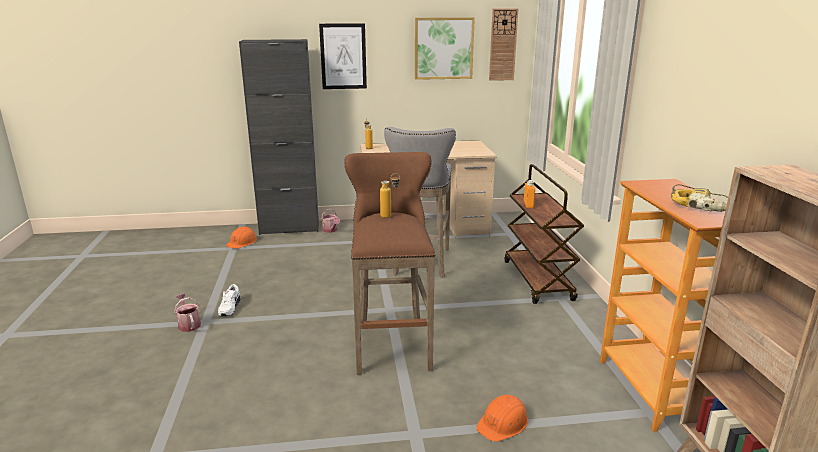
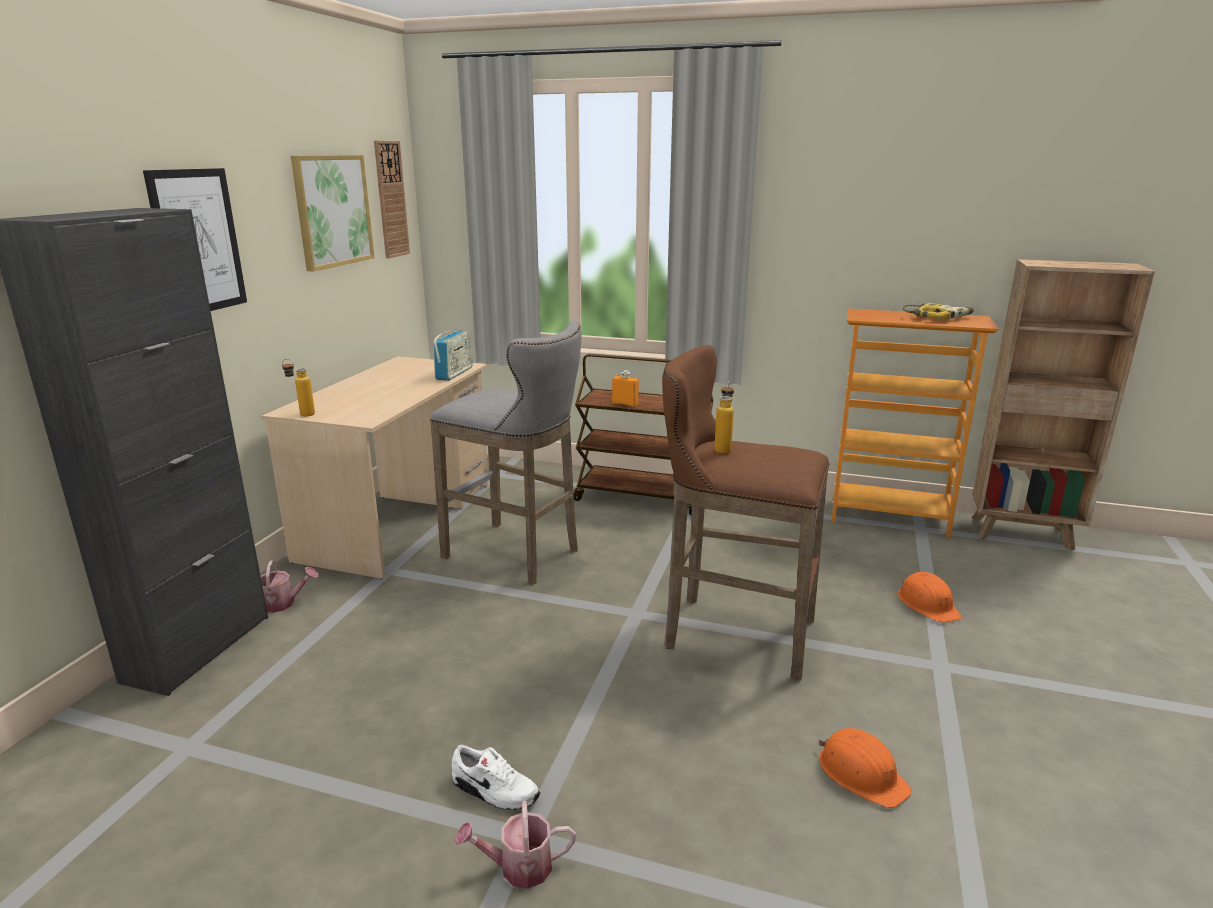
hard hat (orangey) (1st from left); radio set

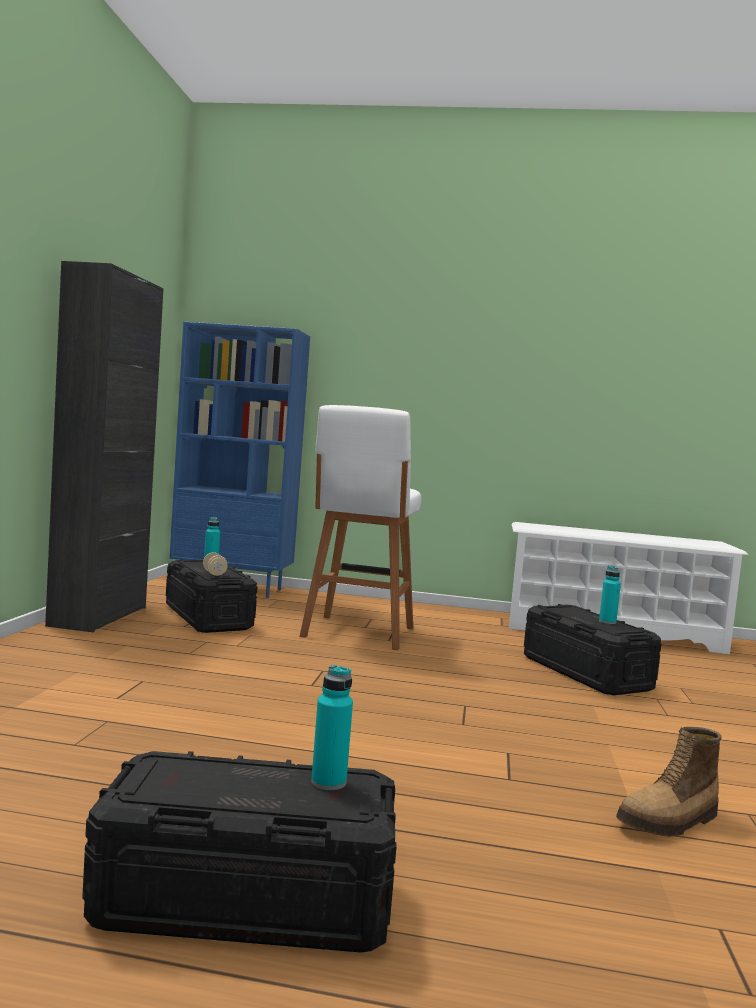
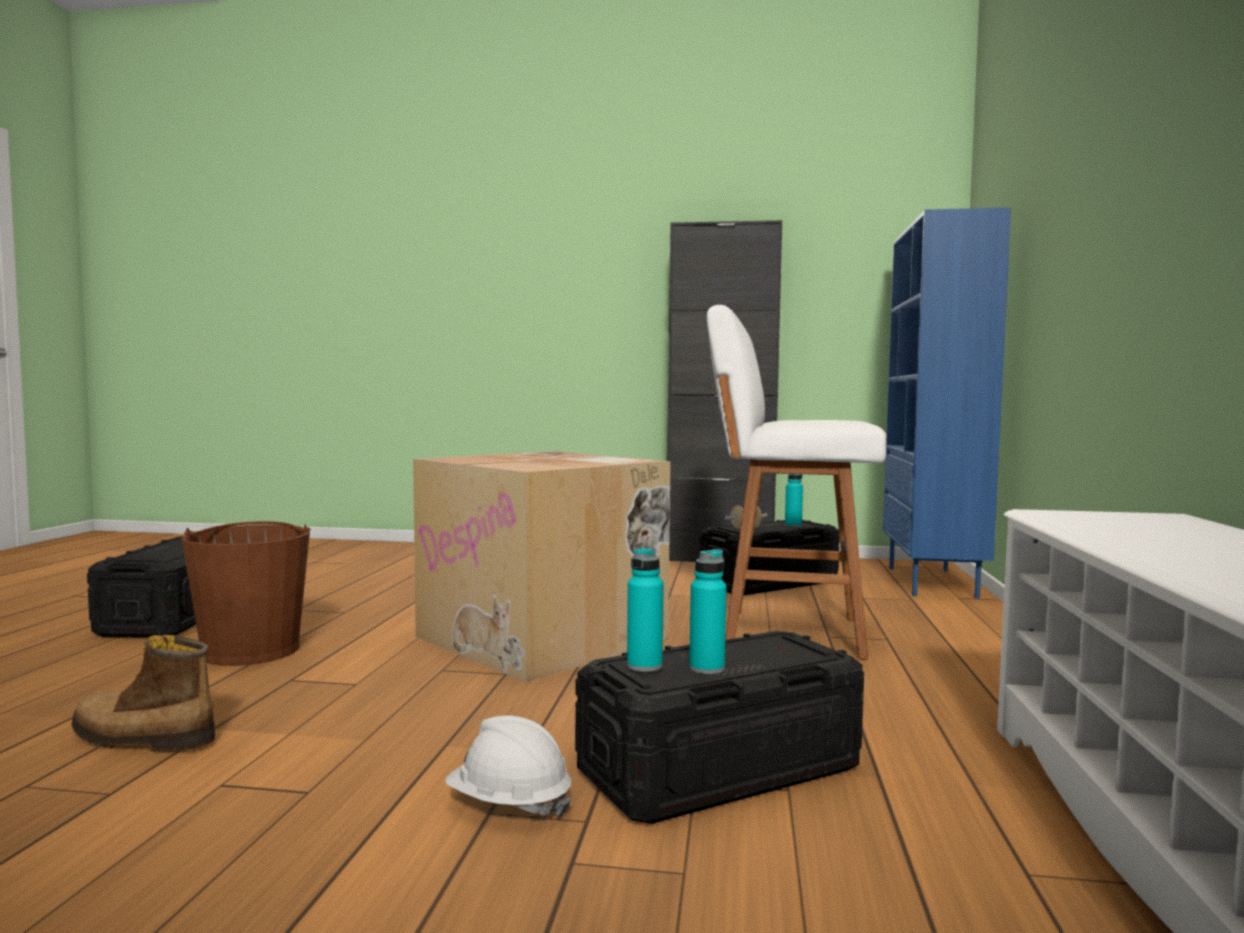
beverage bottle (blue-green) (1st from left); tall boot; pail (brownish); carton; hard hat (white-coloured)

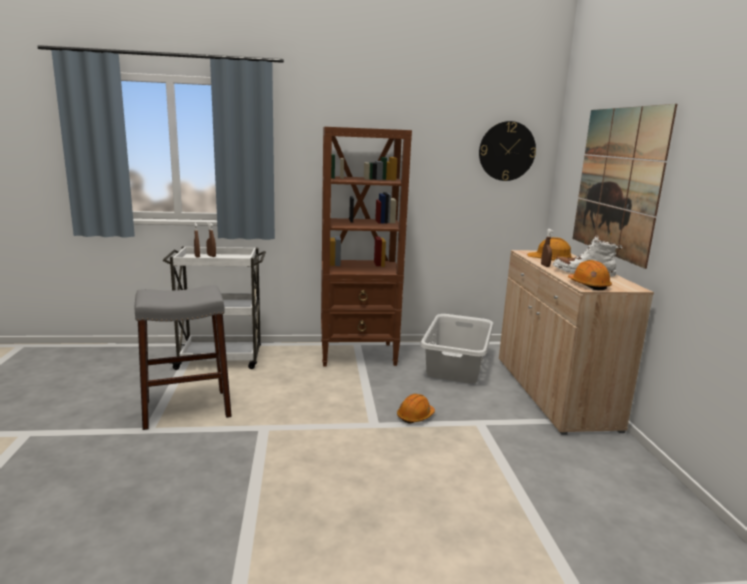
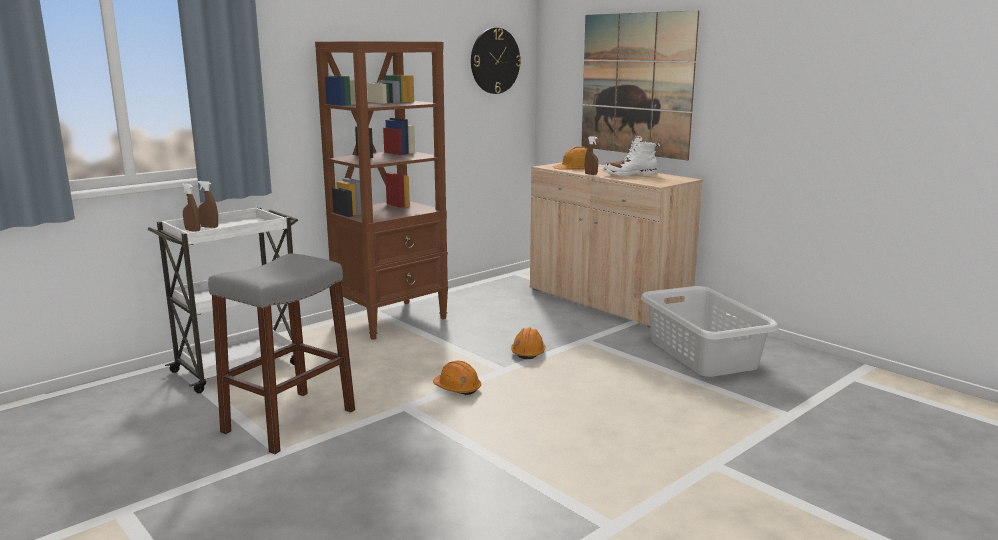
laundry basket (greyish); hard hat (orangey) (1st from left)

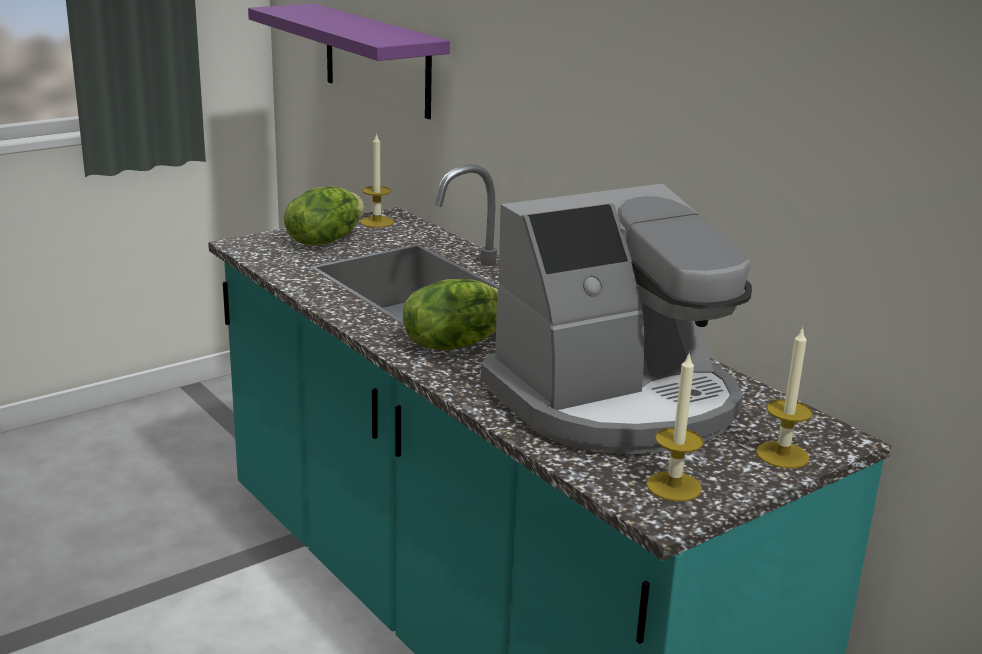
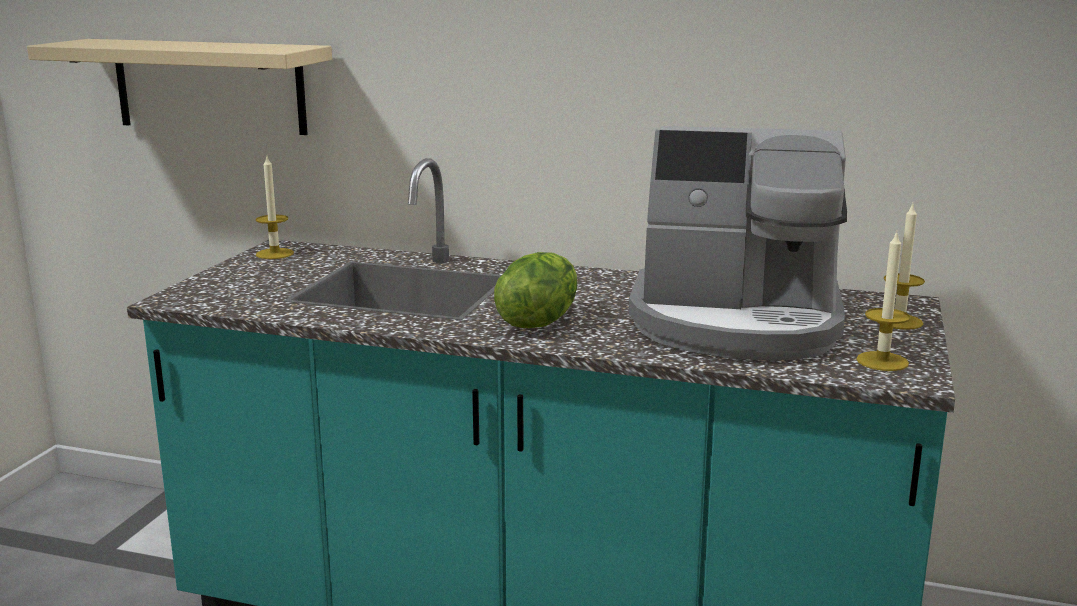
shelf (beige); lettuce (1st from left in the first image); coffee machine

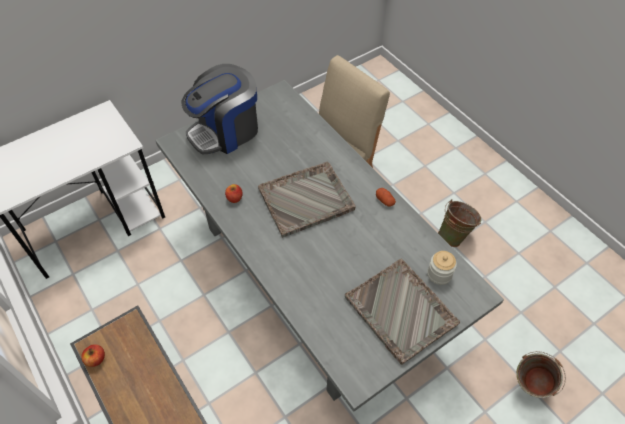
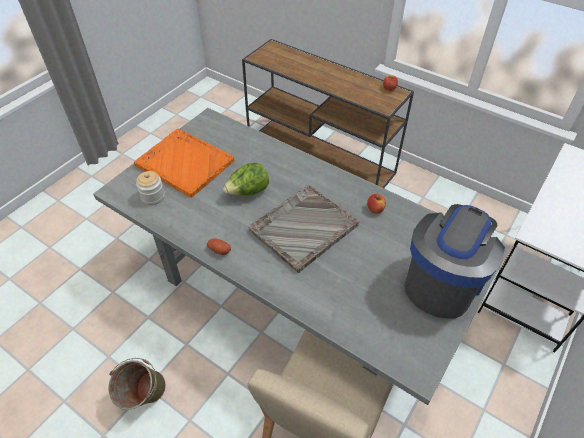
serving tray (orangey); pail (green) (2nd from left in the first image); lettuce

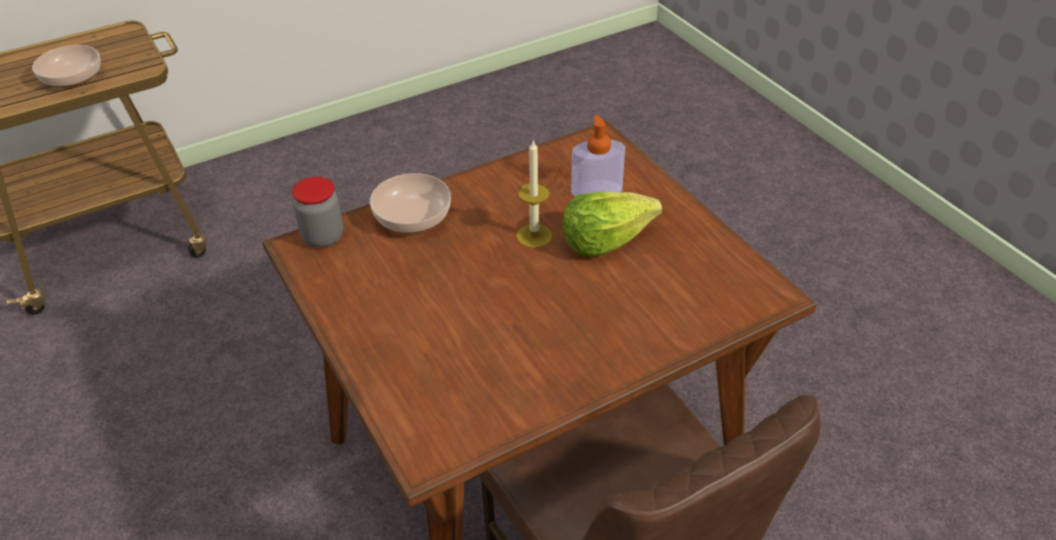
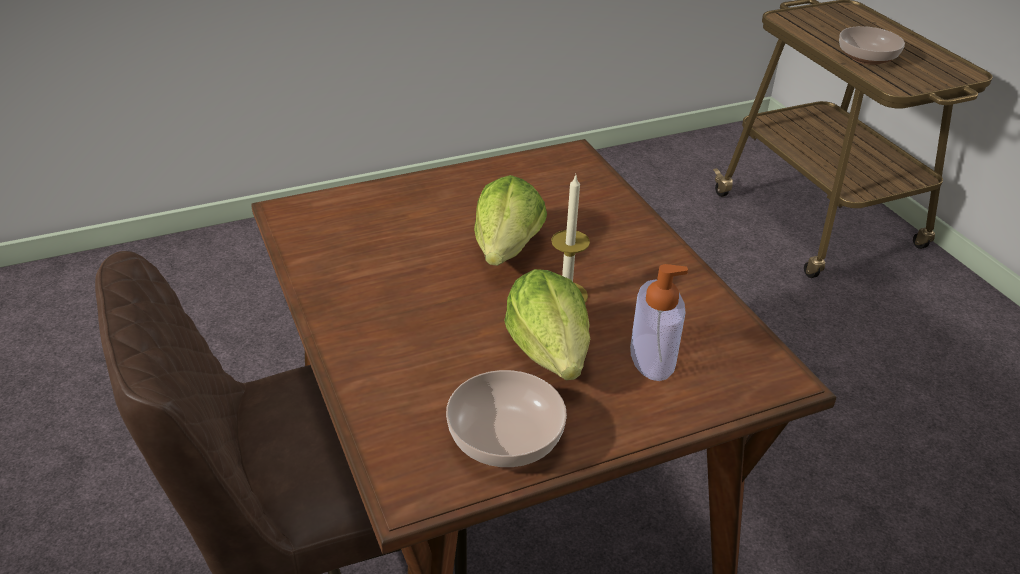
jar; deep dish (1st from left); lettuce (1st from left)

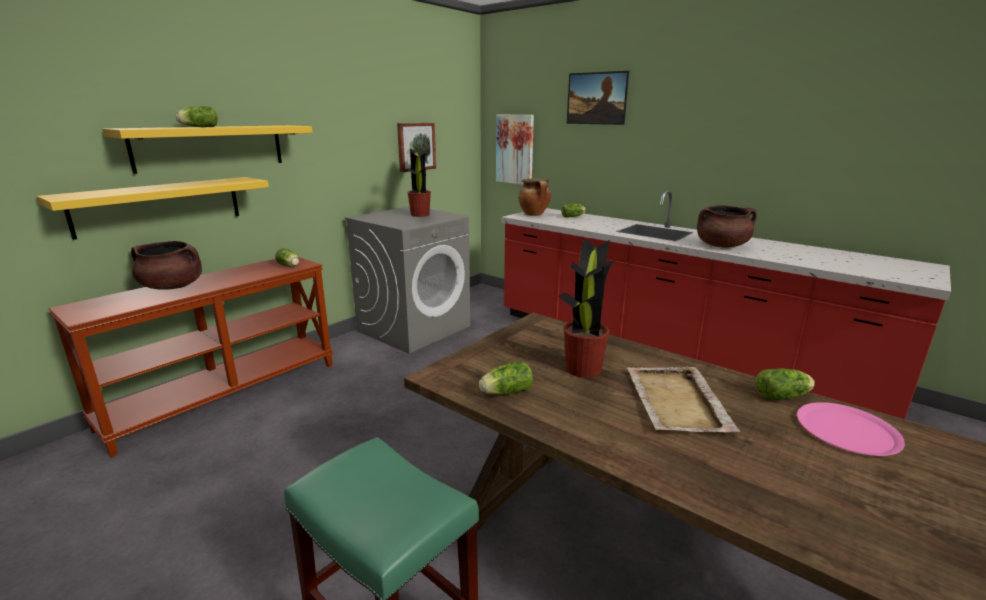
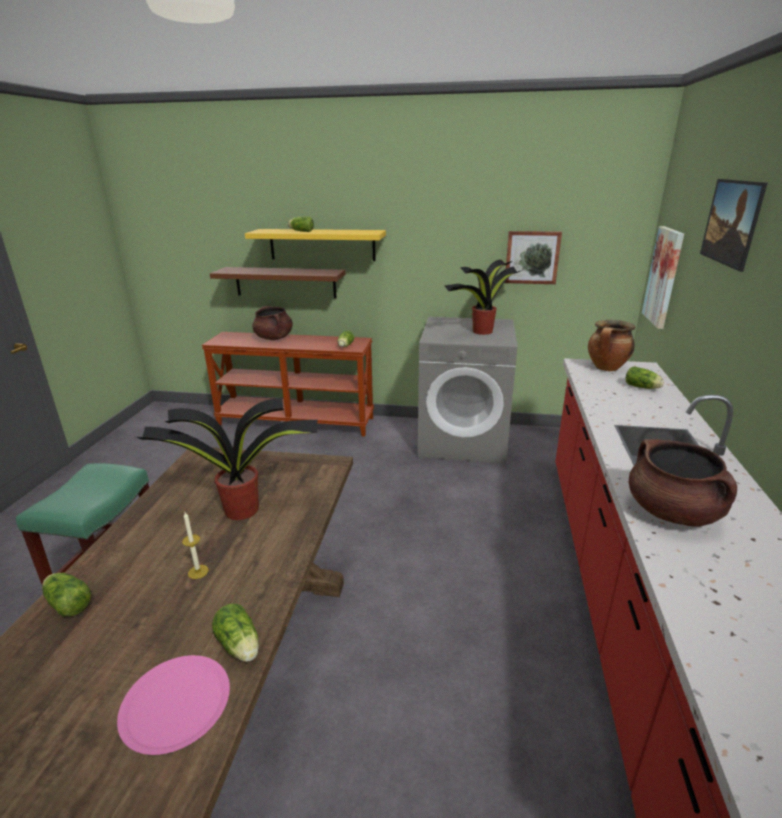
shelf (brownish); lettuce (1st from left); wax light

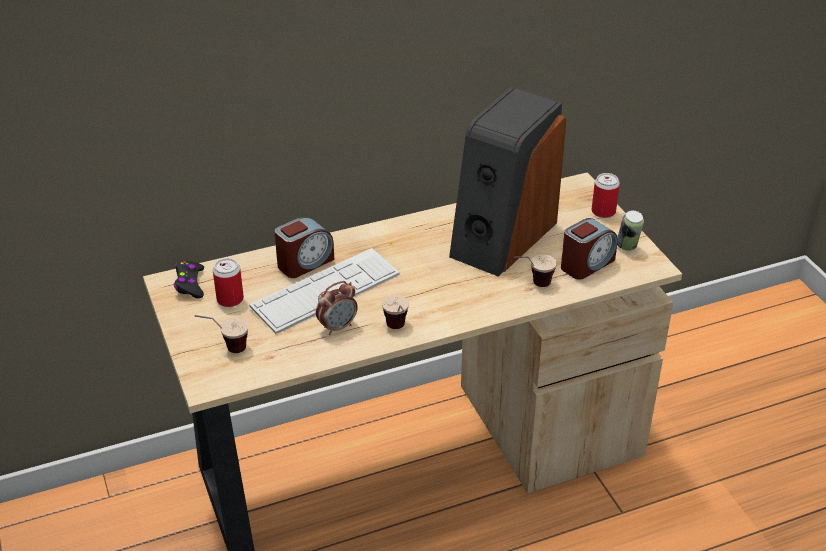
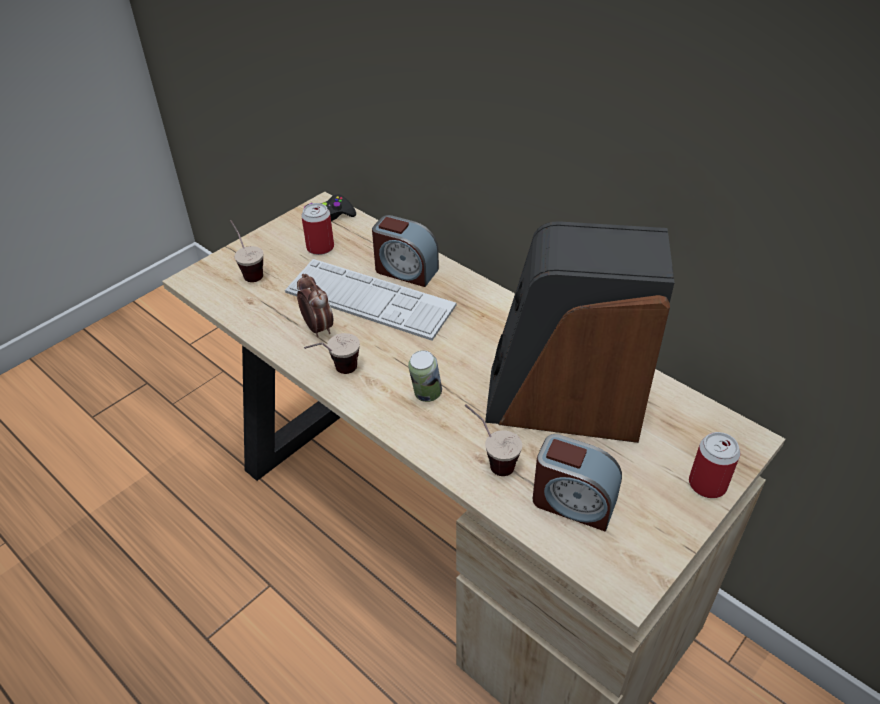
alarm clock (1st from left); metal can (2nd from left)

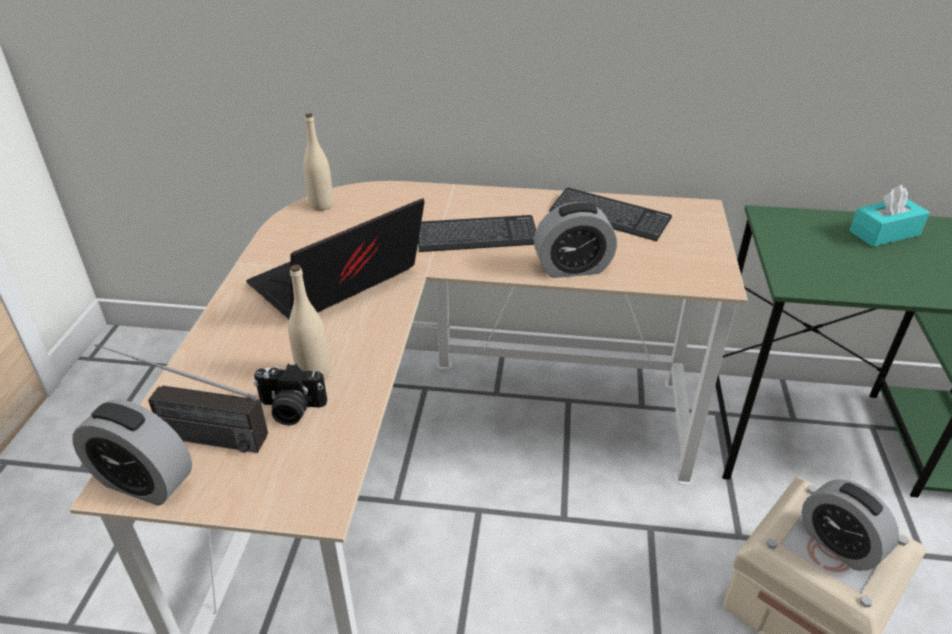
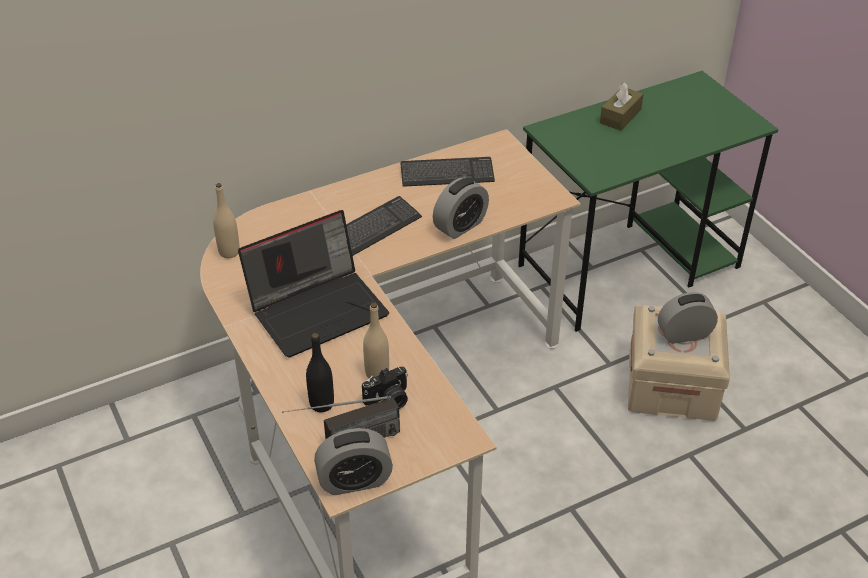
laptop; alarm clock (3rd from left); tissue holder (brownish); beverage bottle (black-coloured)

